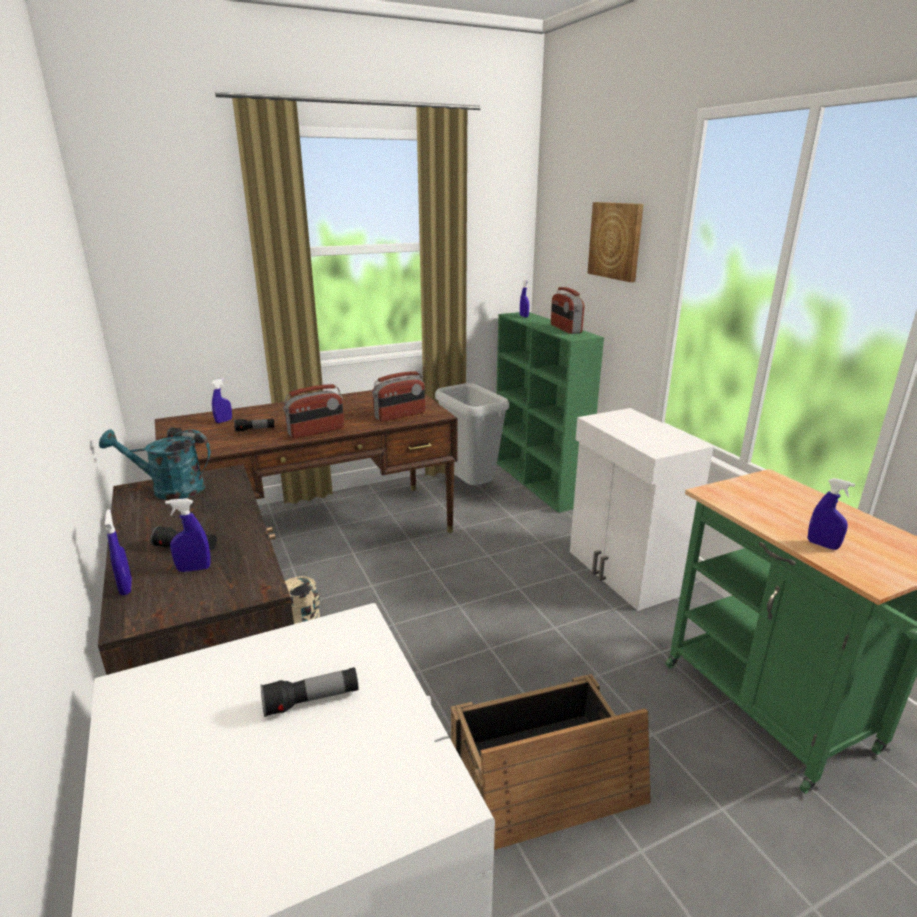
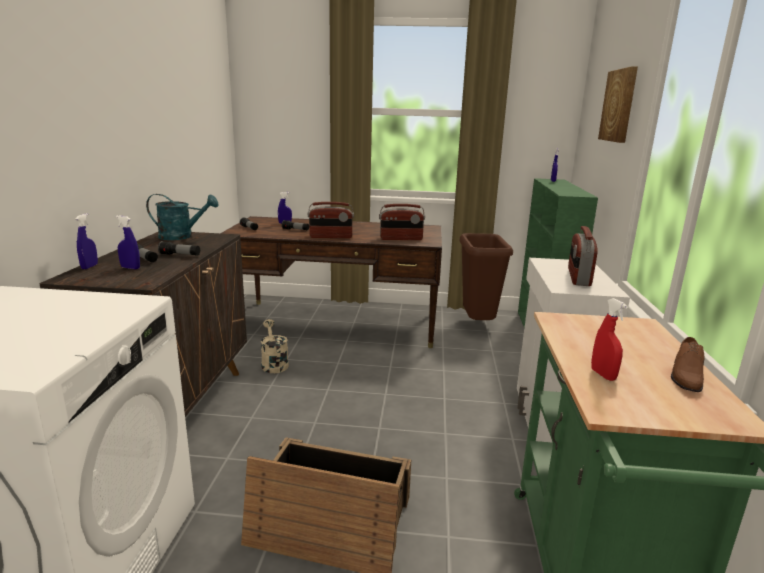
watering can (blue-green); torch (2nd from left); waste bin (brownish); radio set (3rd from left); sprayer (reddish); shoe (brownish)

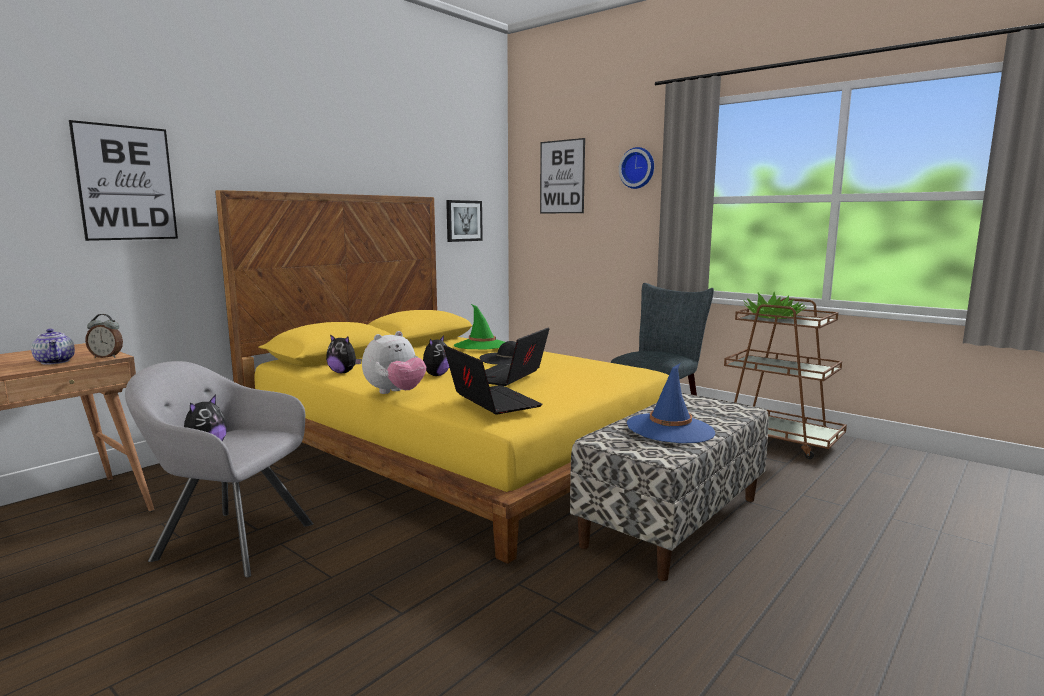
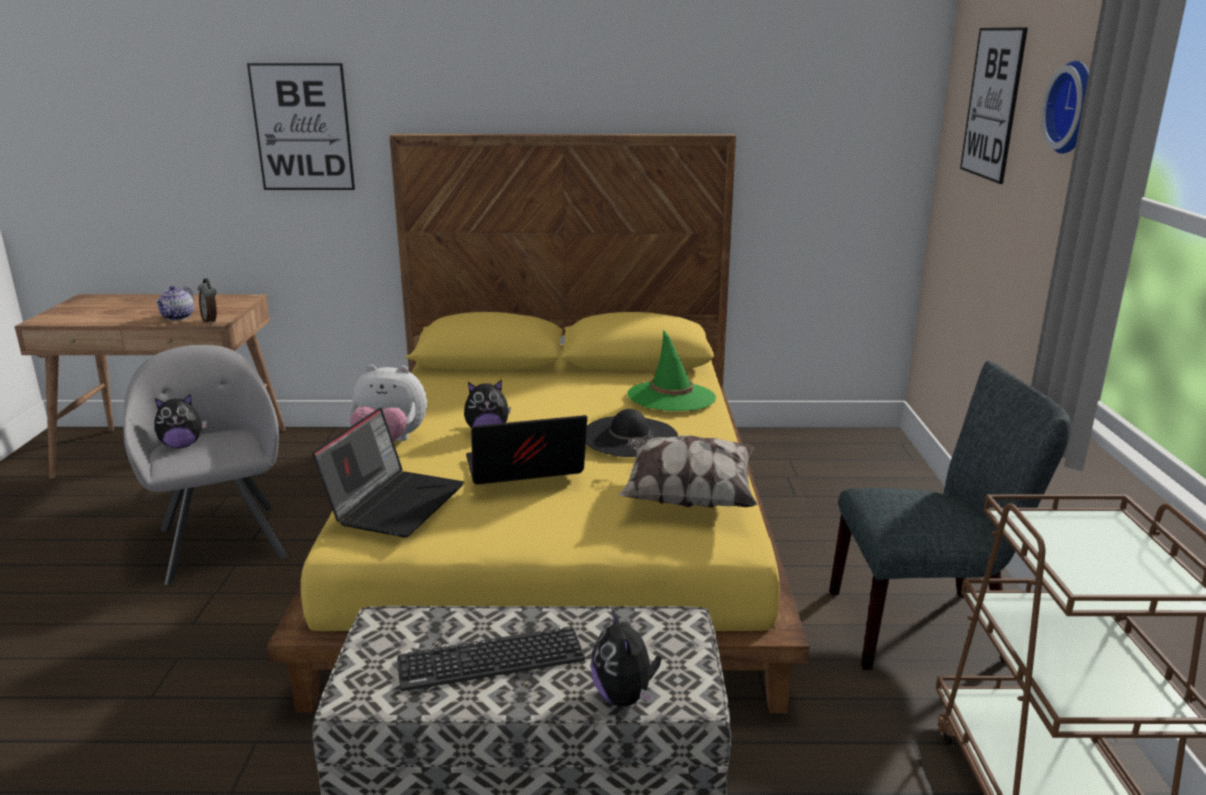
cuddly toy (4th from left); wall picture (2nd from left in the first image); PC keyboard; houseplant; pillow

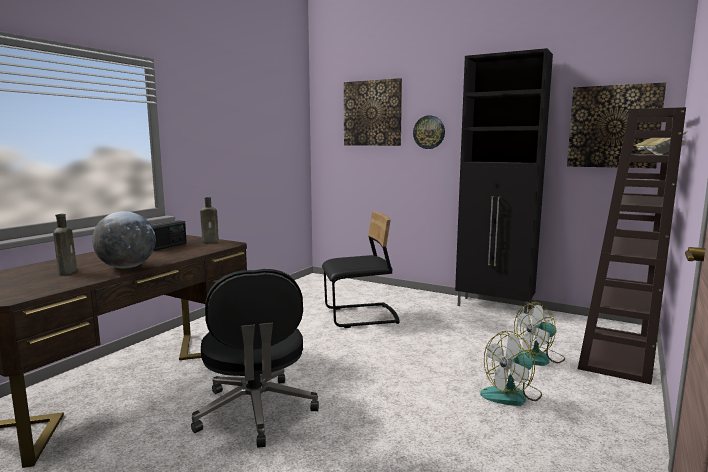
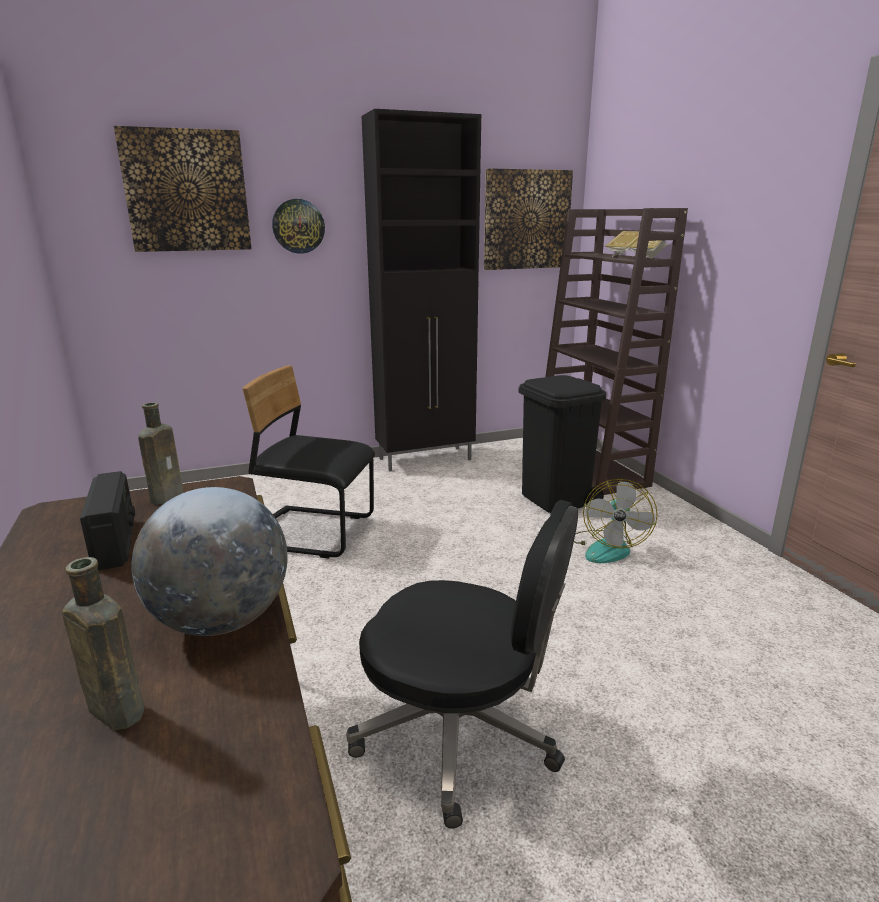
upright chair (black-coloured); waste bin (black-coloured)

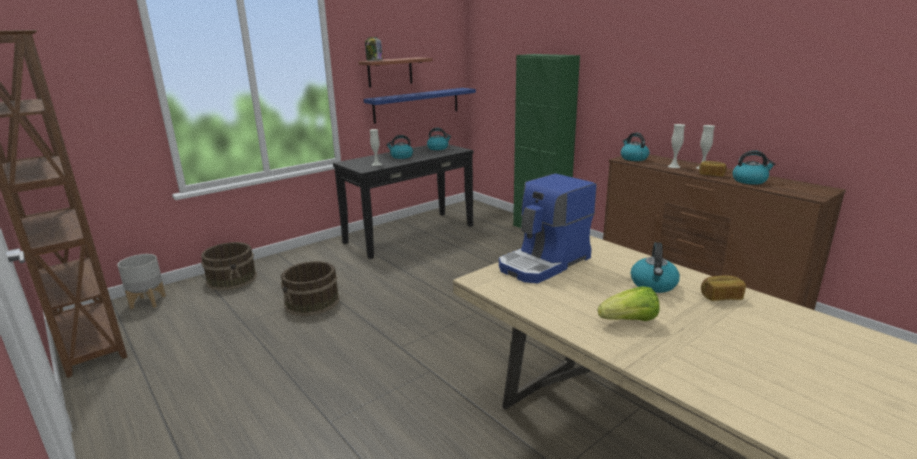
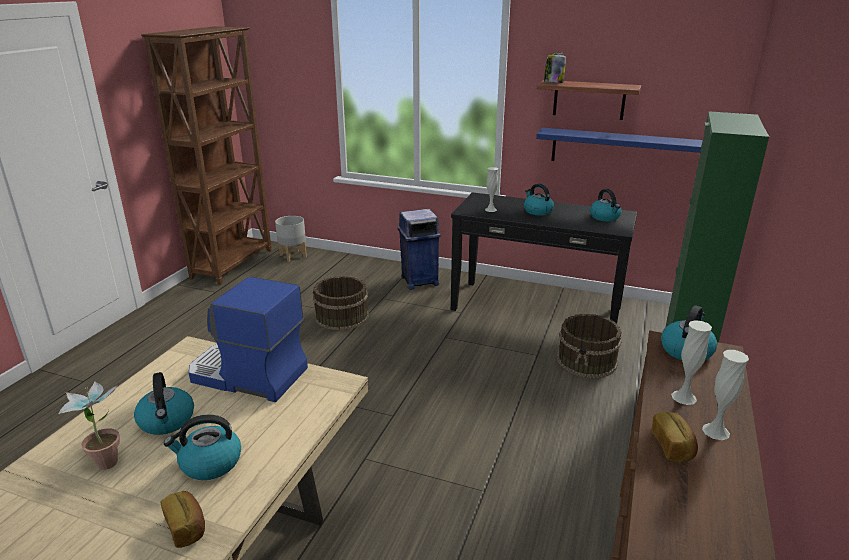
pail (brownish) (2nd from left); houseplant; tea kettle (1st from left); waste bin (blue-coloured)

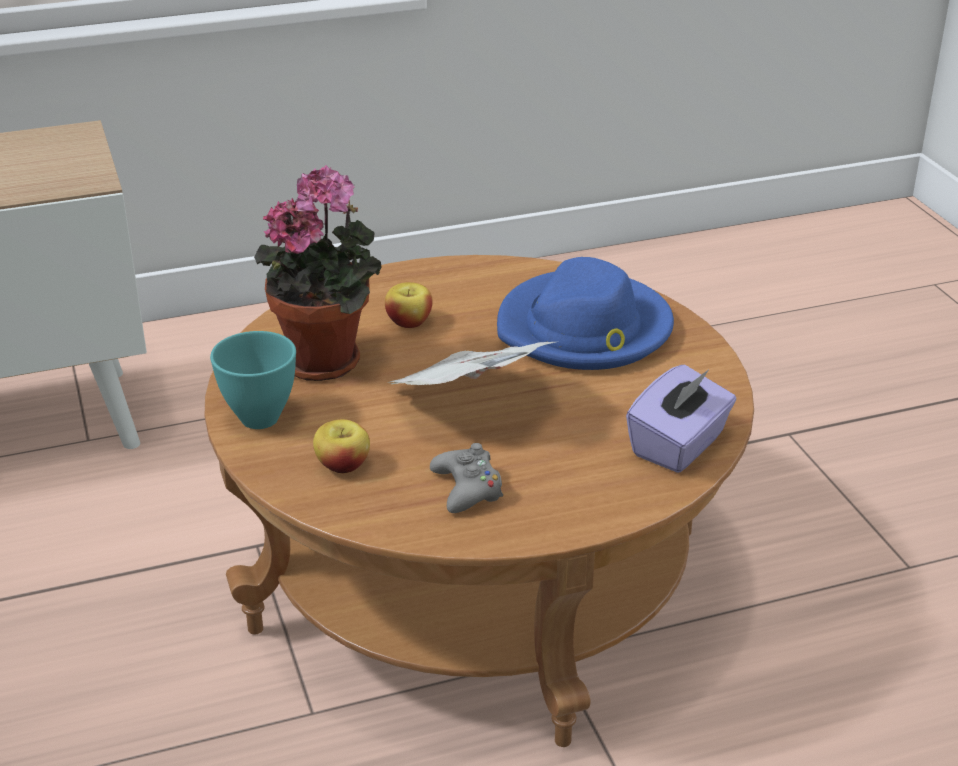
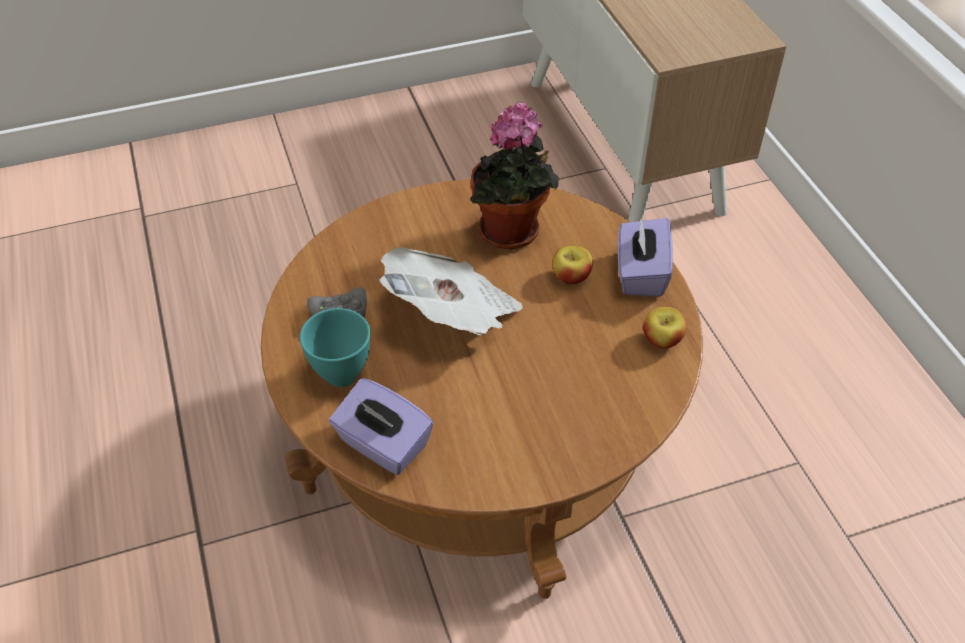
deep dish (blue-green); apple (2nd from left); wearable hat (blue-coloured); tissue holder (purple-coloured) (2nd from left)

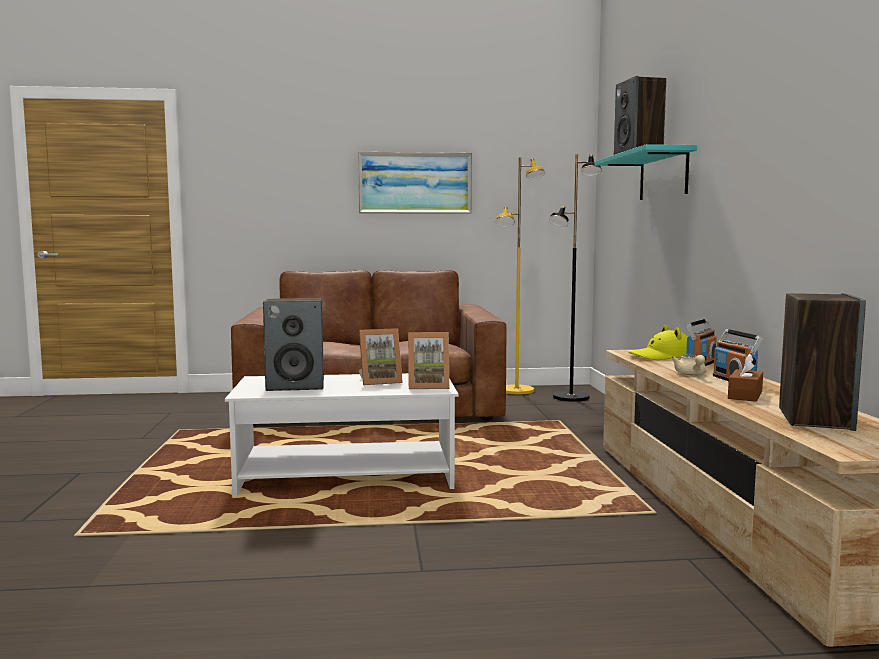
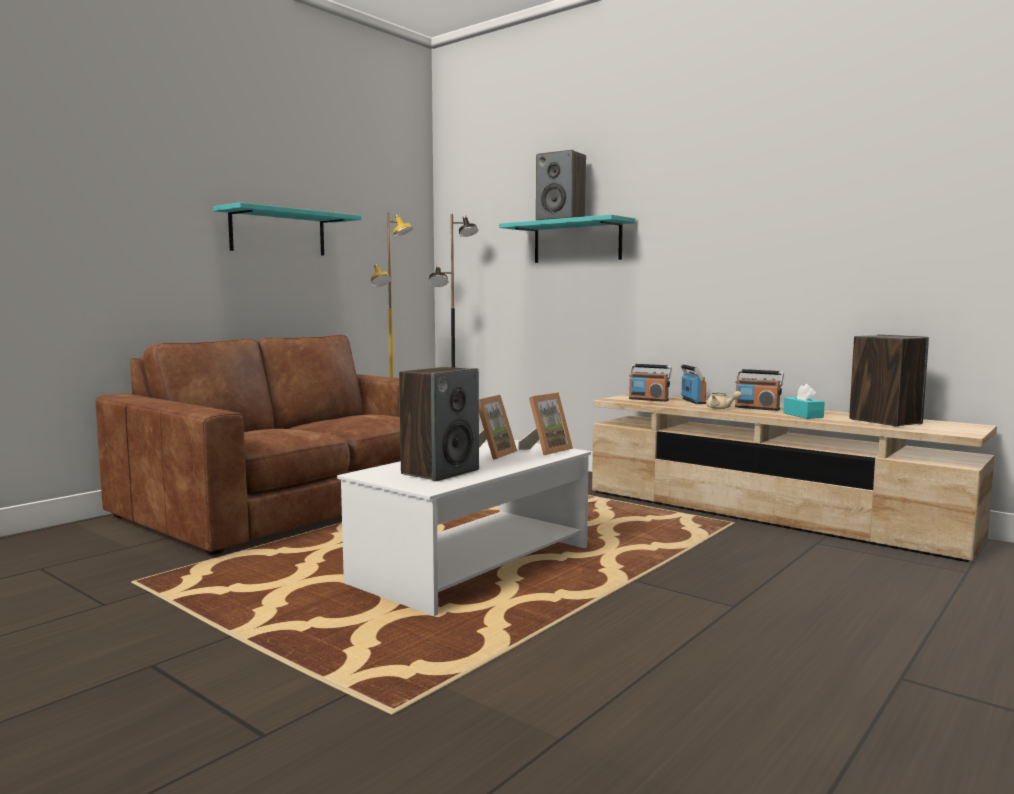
shelf (blue-green) (1st from left); radio set (1st from left); tissue holder (blue-green)

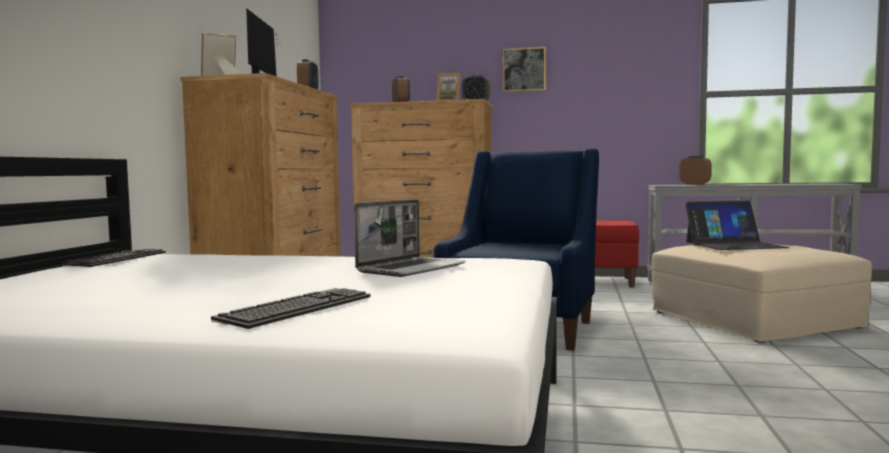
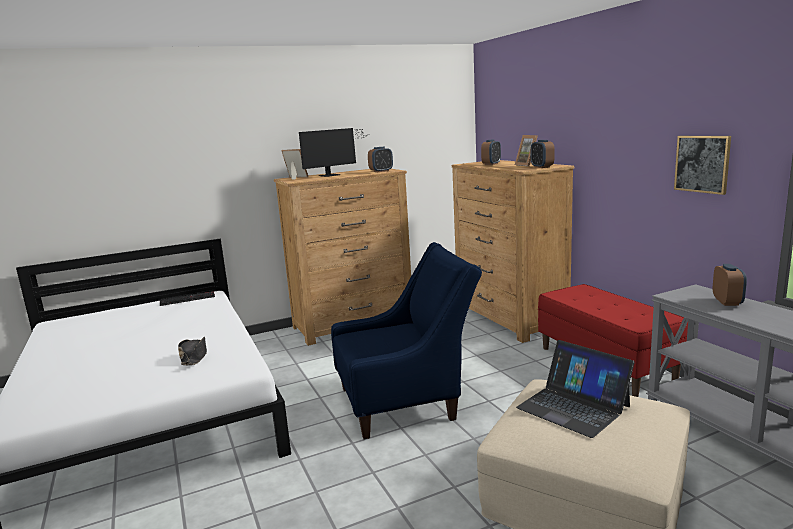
PC keyboard (2nd from left in the first image); wearable hat (black-coloured); wall picture

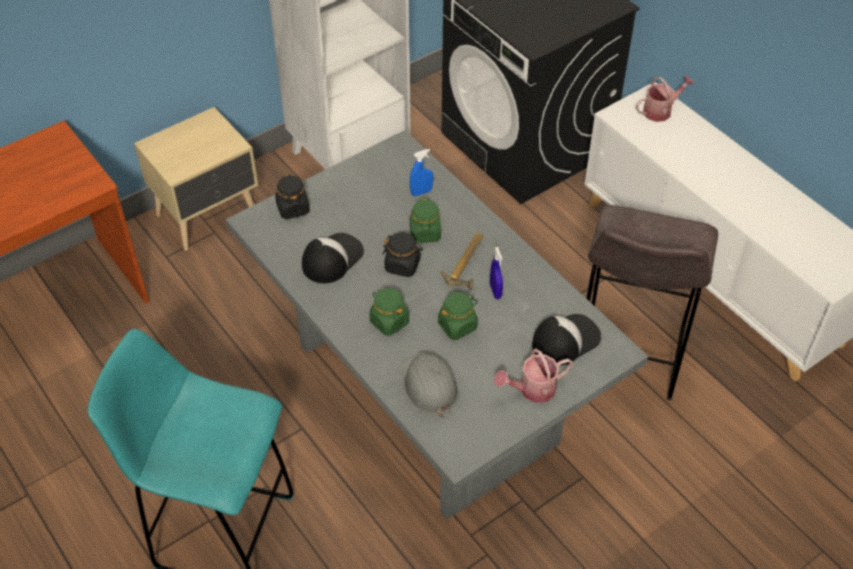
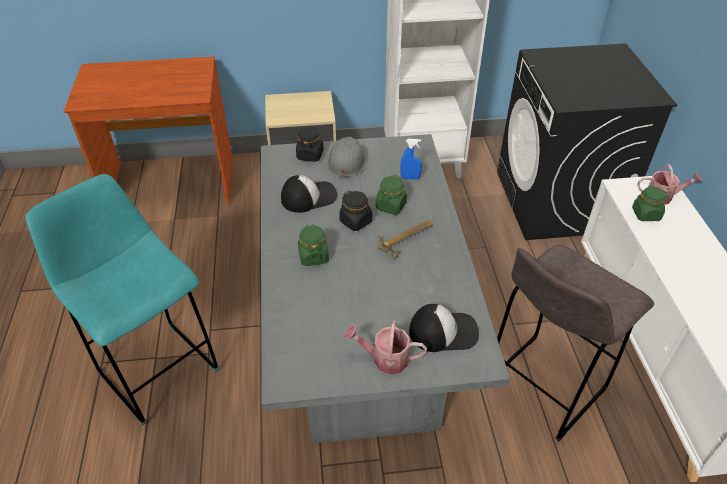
hard hat (greyish); jar (green) (3rd from left); sprayer (blue-coloured) (2nd from left in the first image)

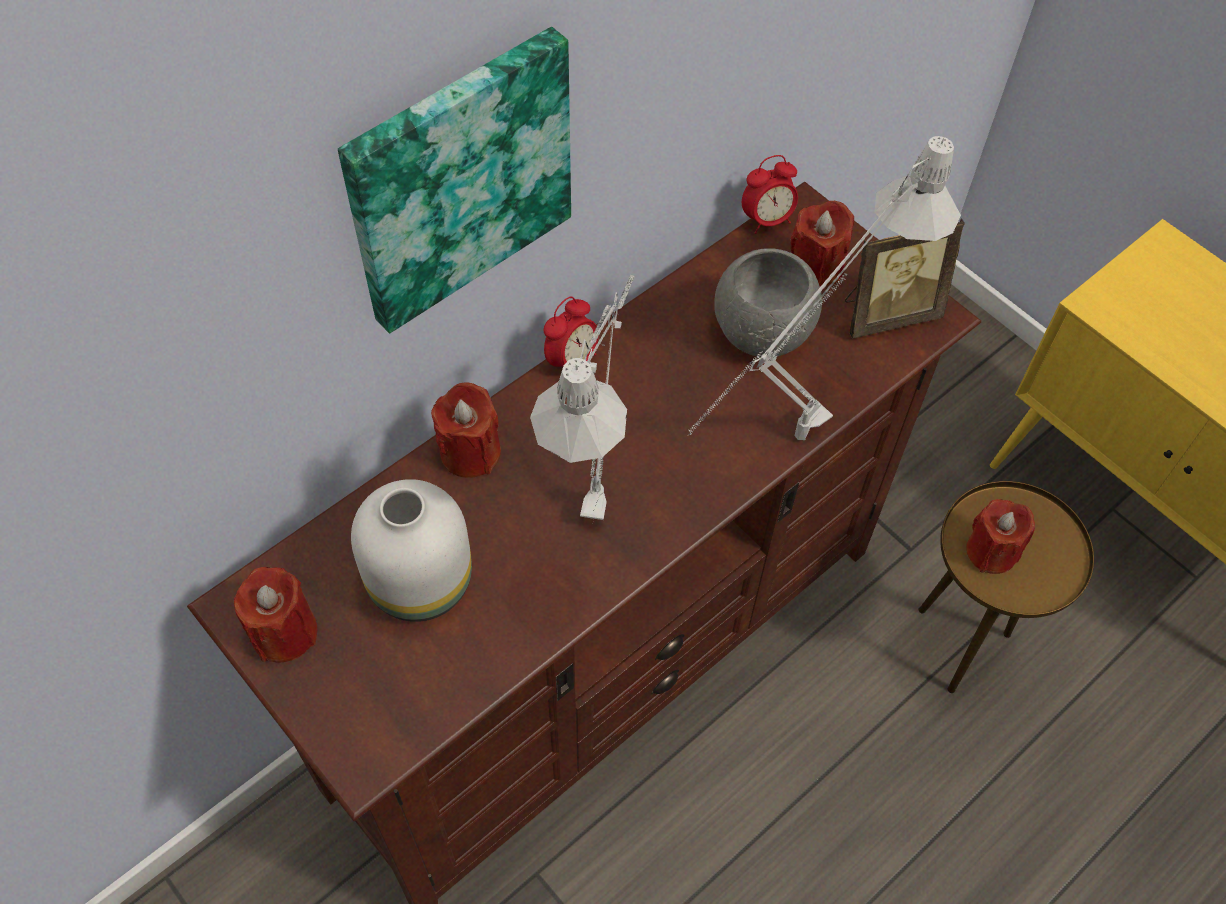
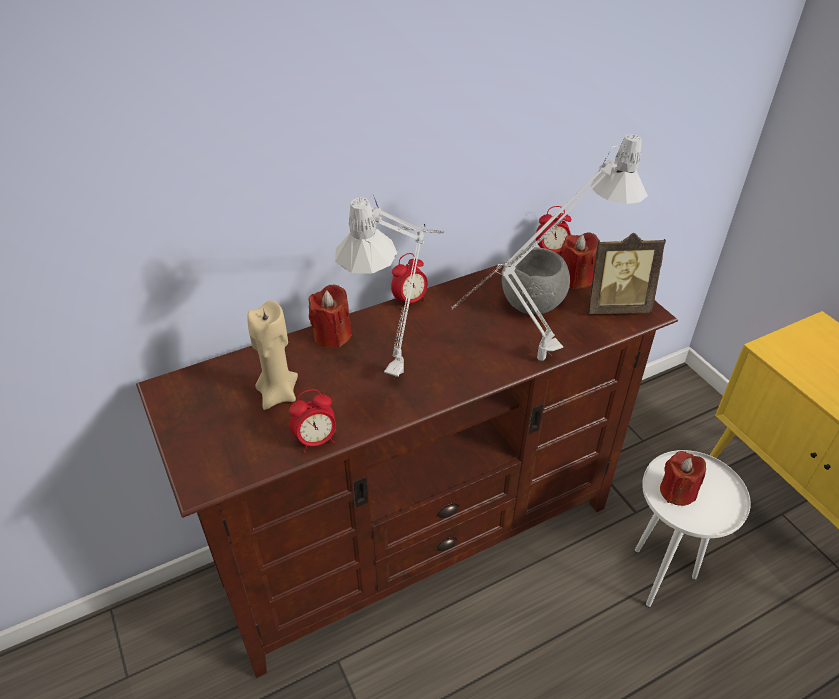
wax light (reddish) (1st from left in the first image); wall picture; wax light (beige); accent table (white-coloured); alarm clock (1st from left)

